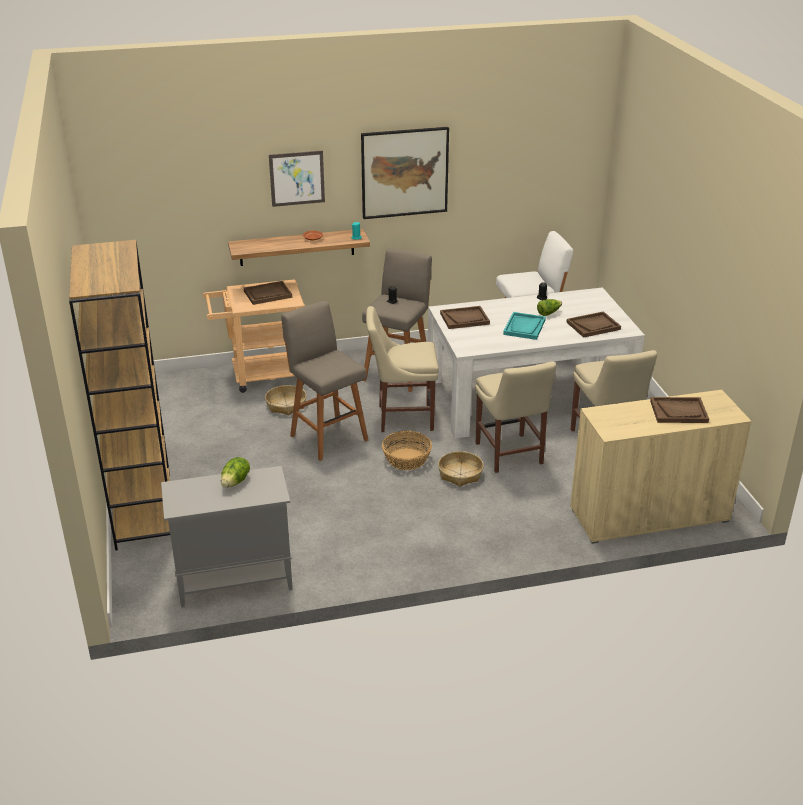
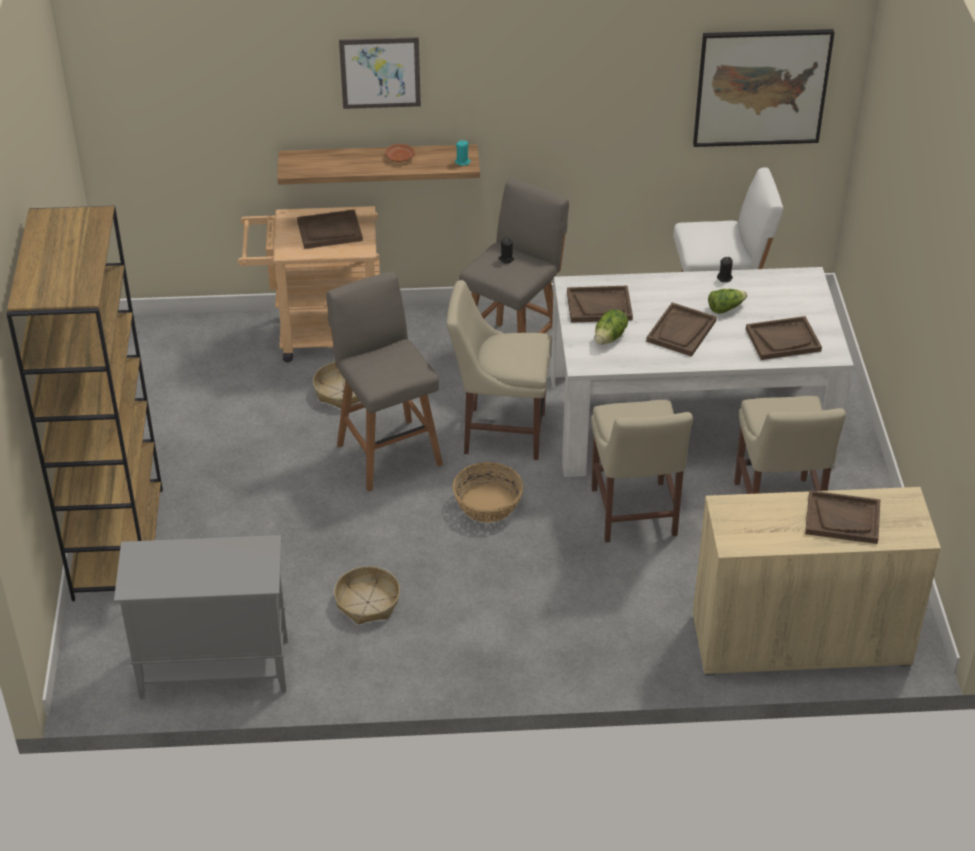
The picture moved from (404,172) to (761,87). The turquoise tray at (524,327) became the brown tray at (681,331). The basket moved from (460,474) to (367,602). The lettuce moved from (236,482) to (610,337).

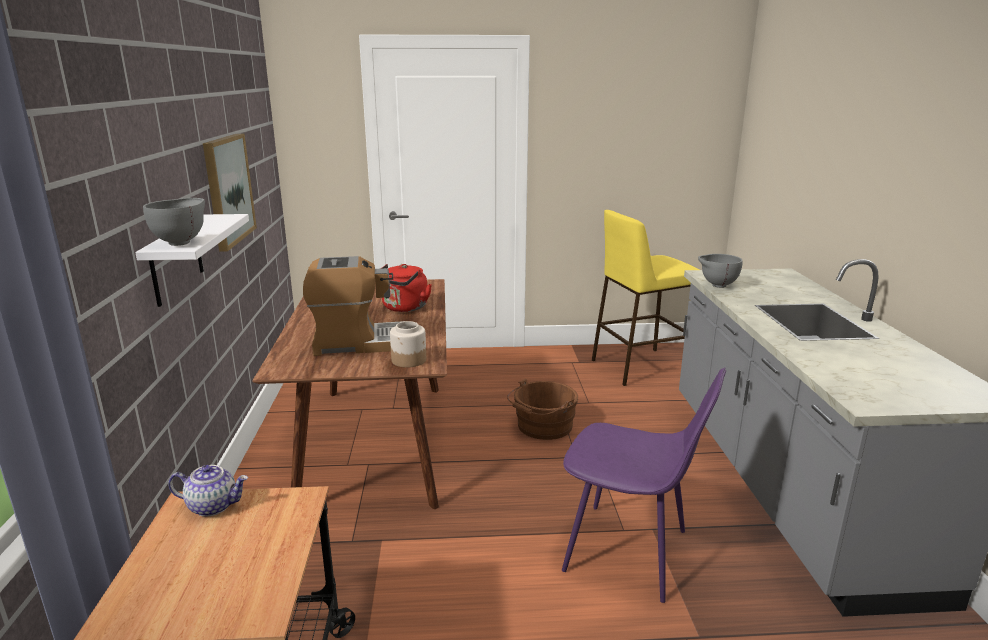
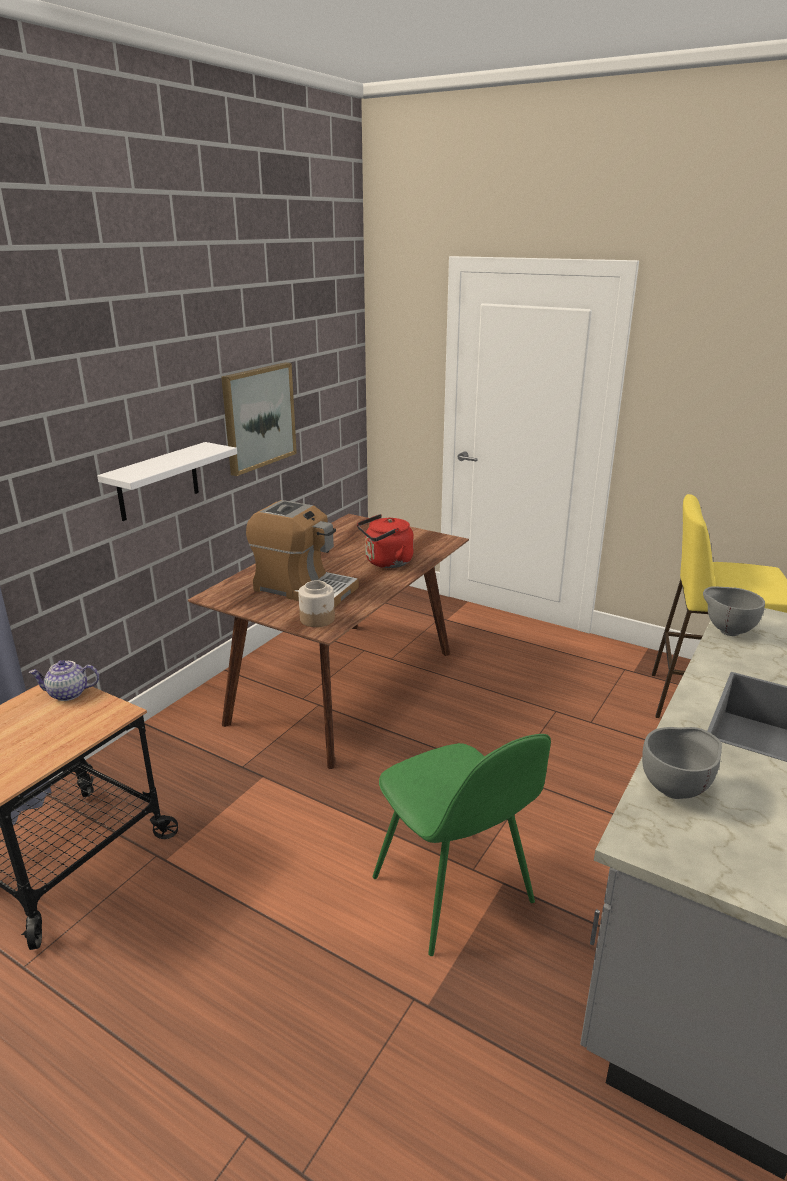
The grey bowl moved from (182,242) to (676,789). The purple chair at (630,552) became the green chair at (454,893). The brown bucket at (542,427) disappeared. The teapot at (213,506) turned 135 degrees clockwise.

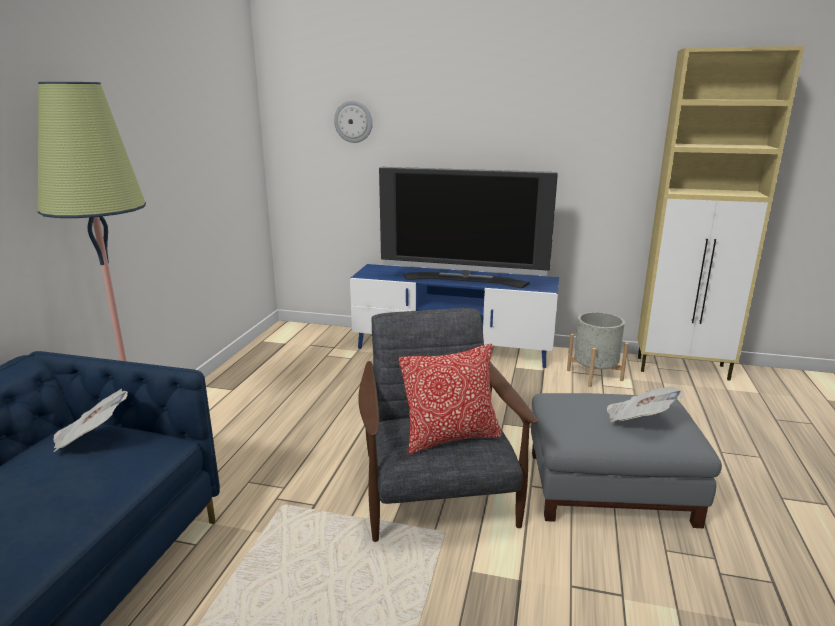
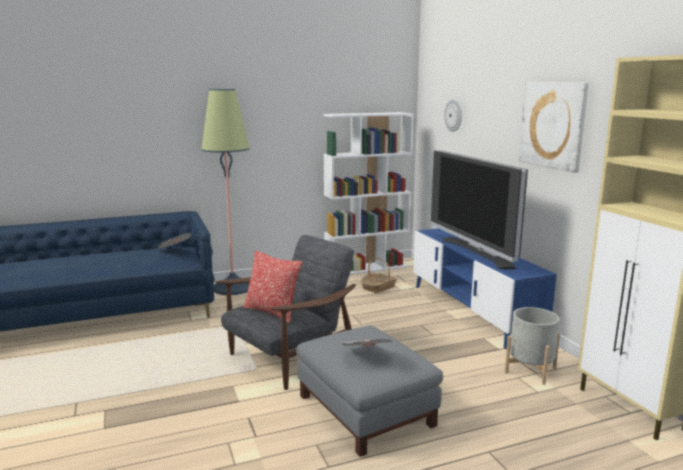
The picture at (553,125) appeared. The white bookcase at (367,268) appeared. The basket at (378,287) appeared.

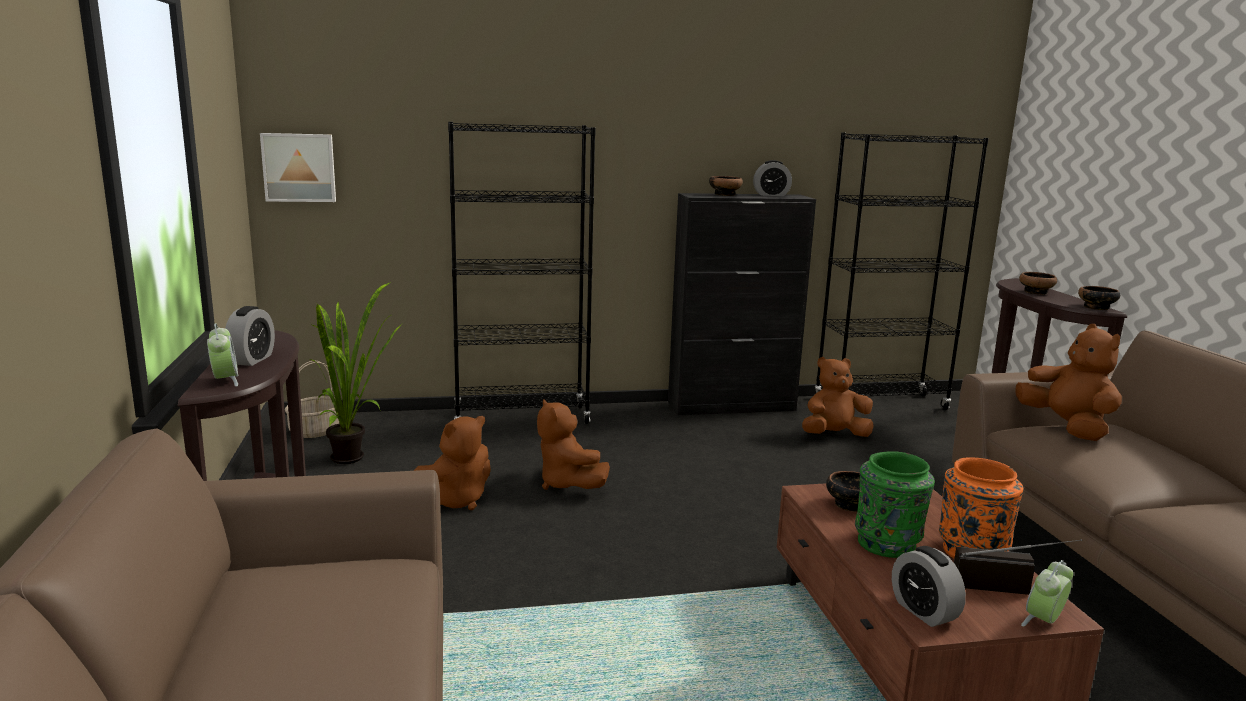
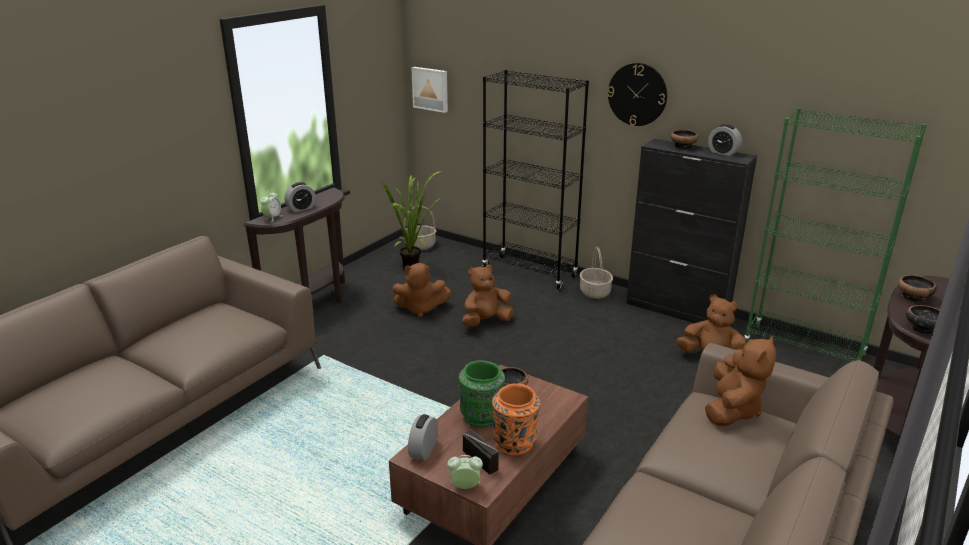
The black bookcase at (880,404) became the green bookcase at (803,351). The brown plush toy at (568,483) turned 45 degrees clockwise. The wall clock at (637,94) appeared. The basket at (595,292) appeared.

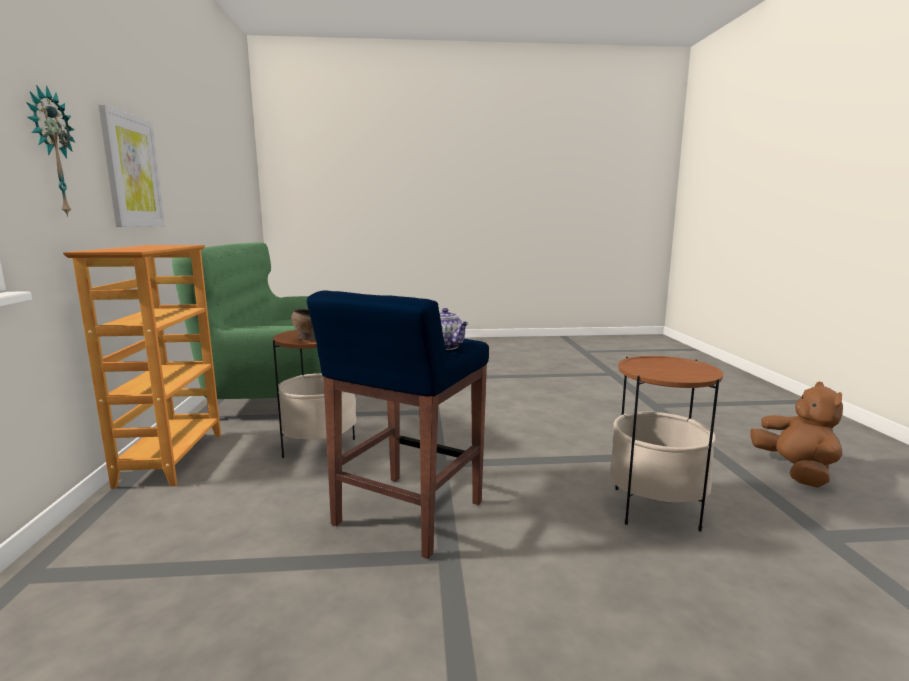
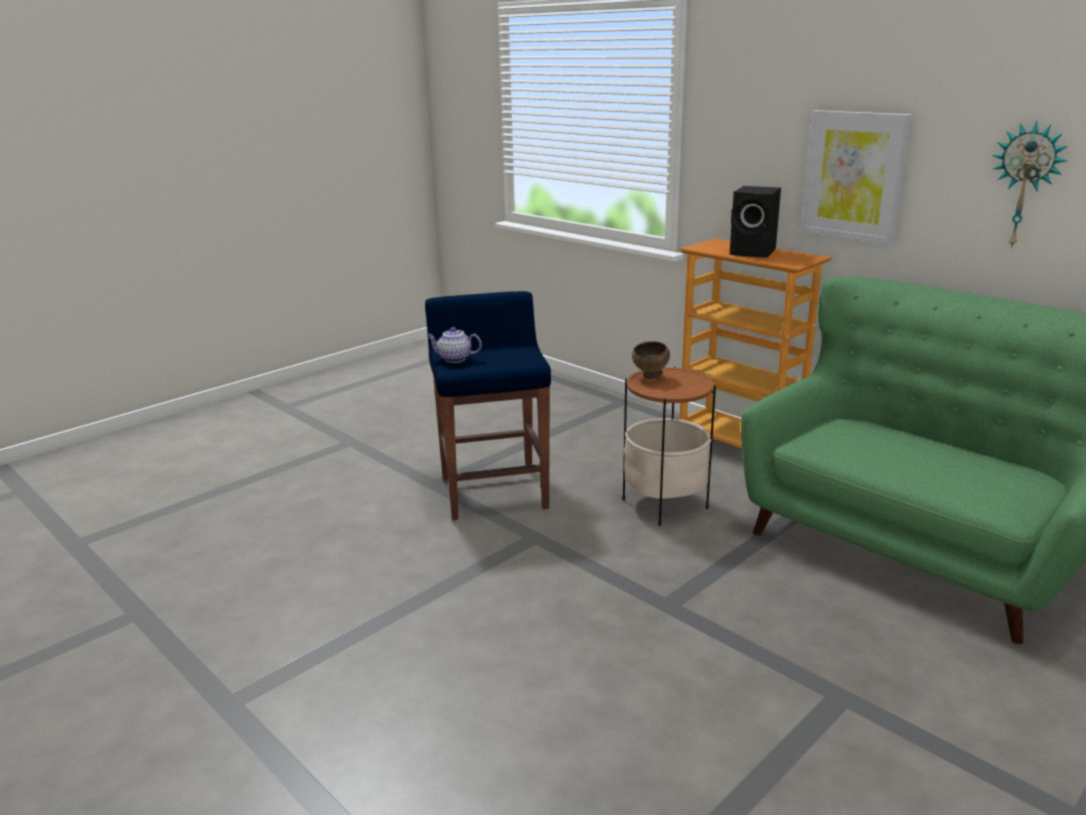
The wall clock moved from (51,153) to (1025,186). The side table at (655,508) disappeared. The brown plush toy at (795,471) disappeared. The black speaker at (754,252) appeared.

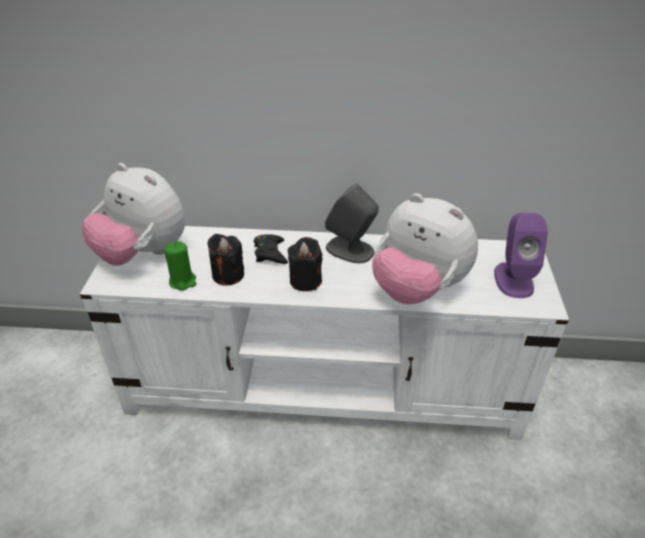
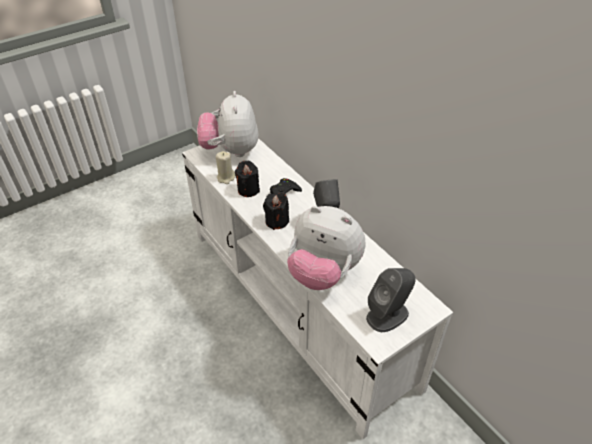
The plush toy at (417,289) turned 60 degrees counterclockwise. The purple speaker at (513,279) became the grey speaker at (388,315). The green candle at (183,281) became the beige candle at (226,178).

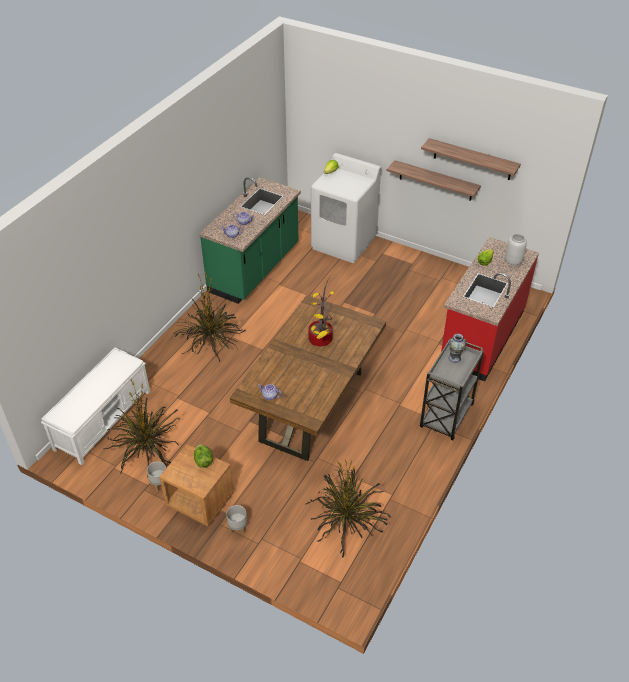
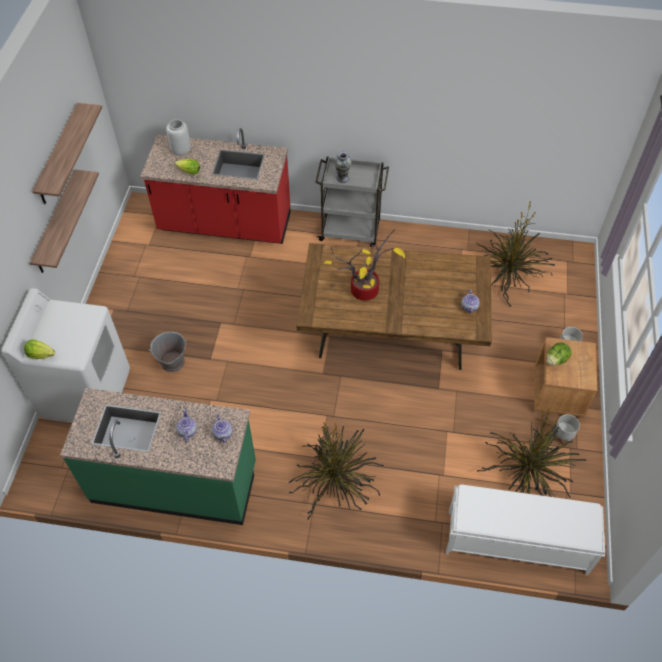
The grey bucket at (172,362) appeared.

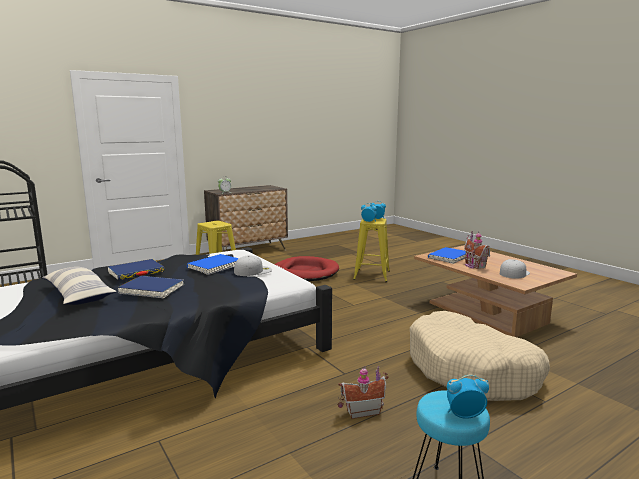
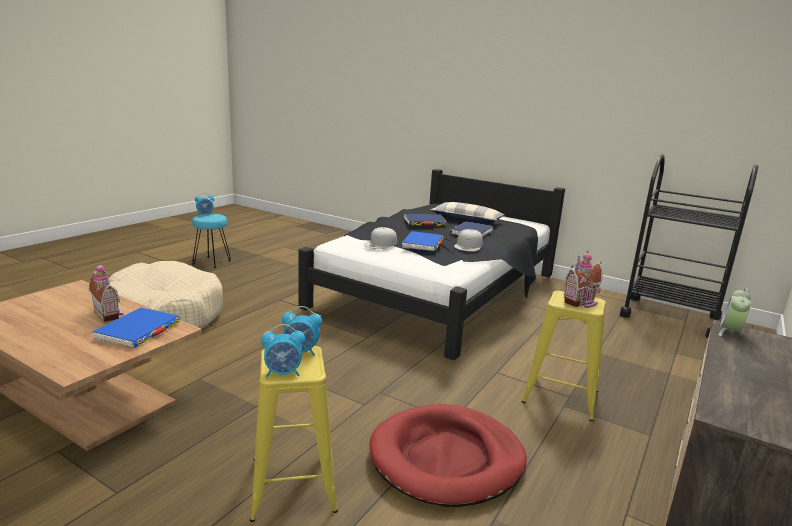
The white cap moved from (514,273) to (468,246). The toy house moved from (361,411) to (582,302).

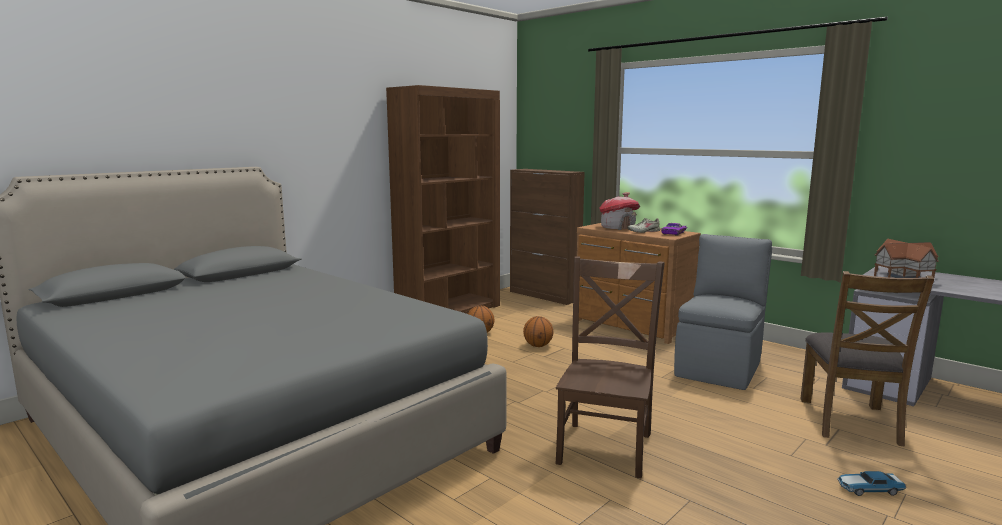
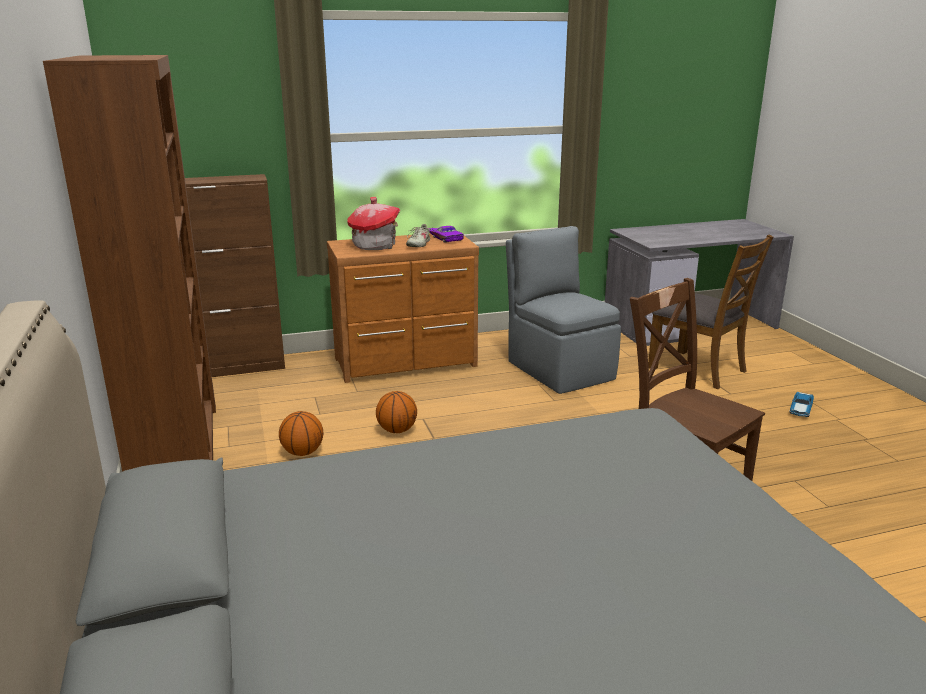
The toy house at (903,276) disappeared.

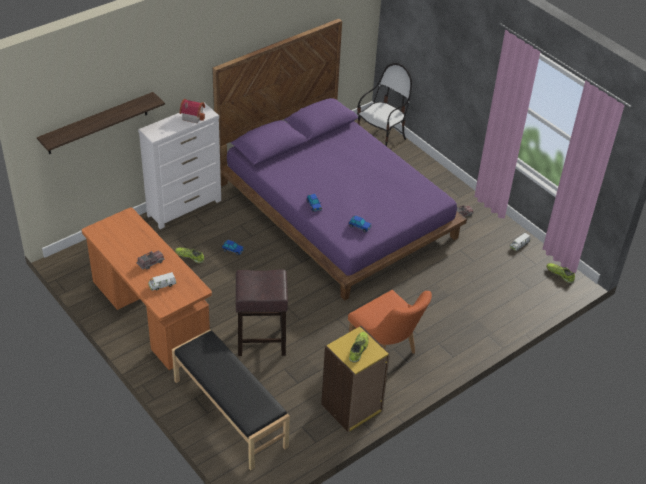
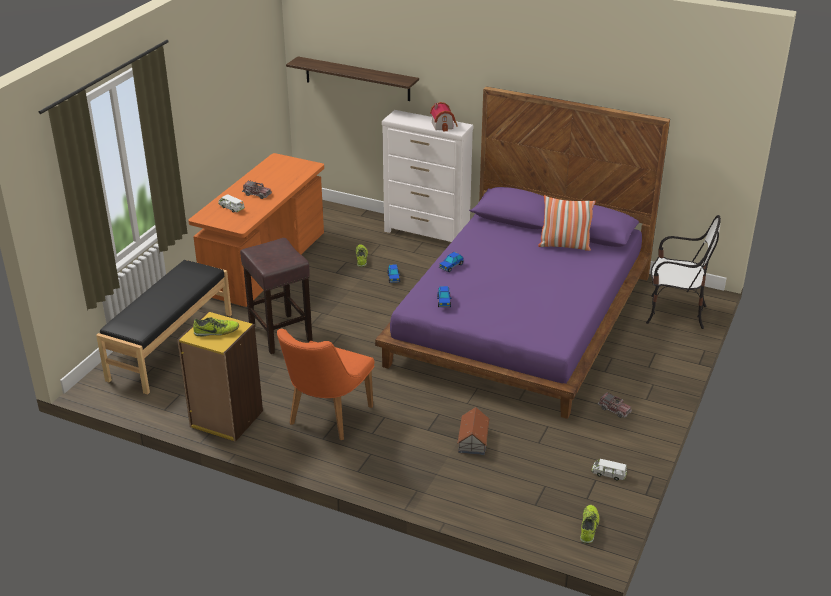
The pillow at (564,246) appeared. The toy house at (472,440) appeared.

